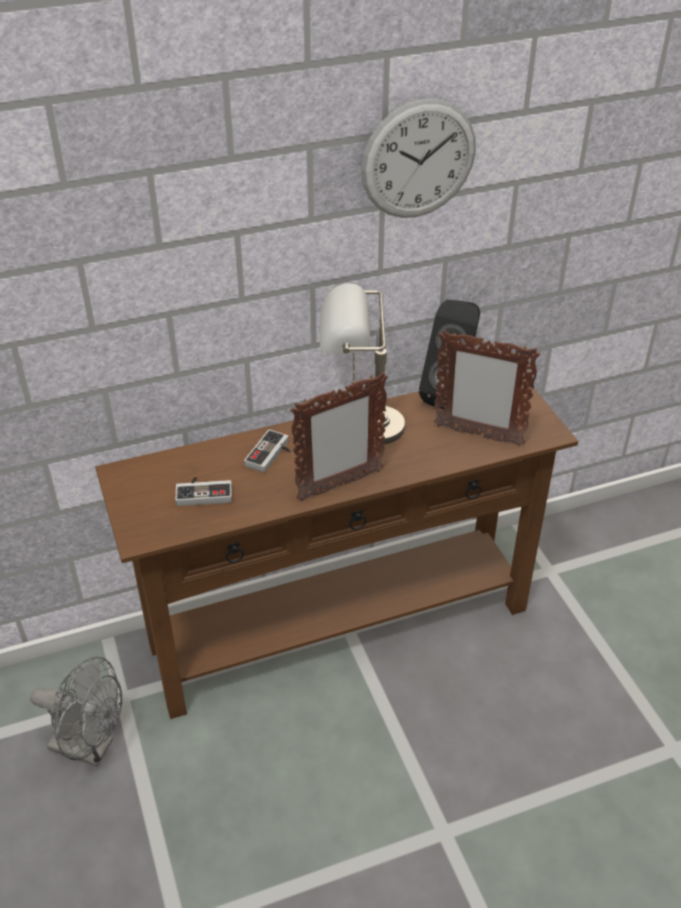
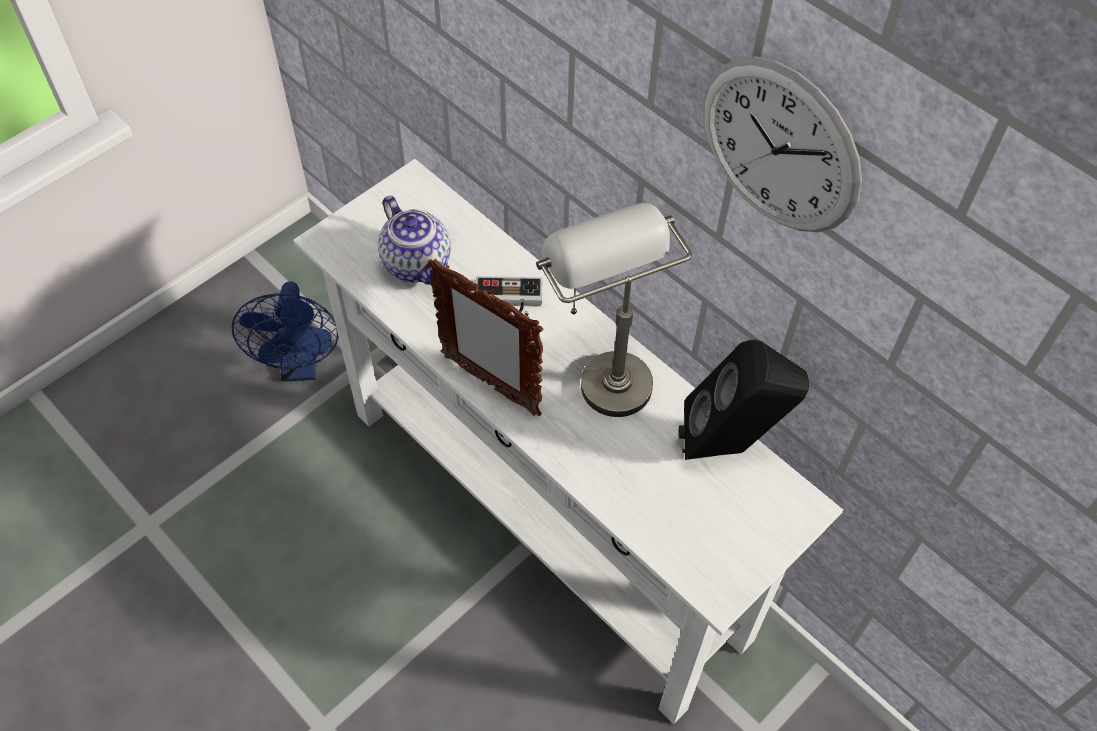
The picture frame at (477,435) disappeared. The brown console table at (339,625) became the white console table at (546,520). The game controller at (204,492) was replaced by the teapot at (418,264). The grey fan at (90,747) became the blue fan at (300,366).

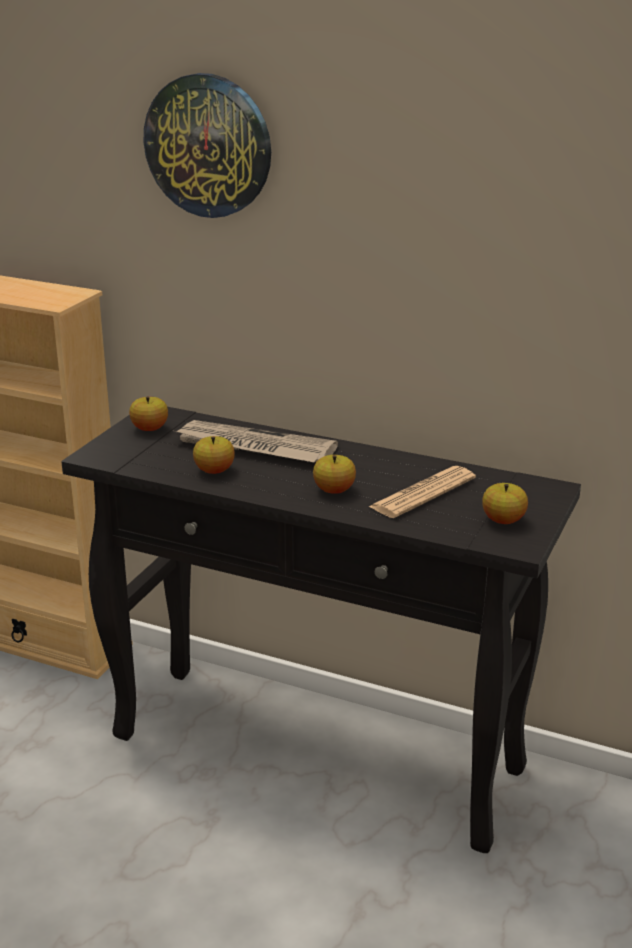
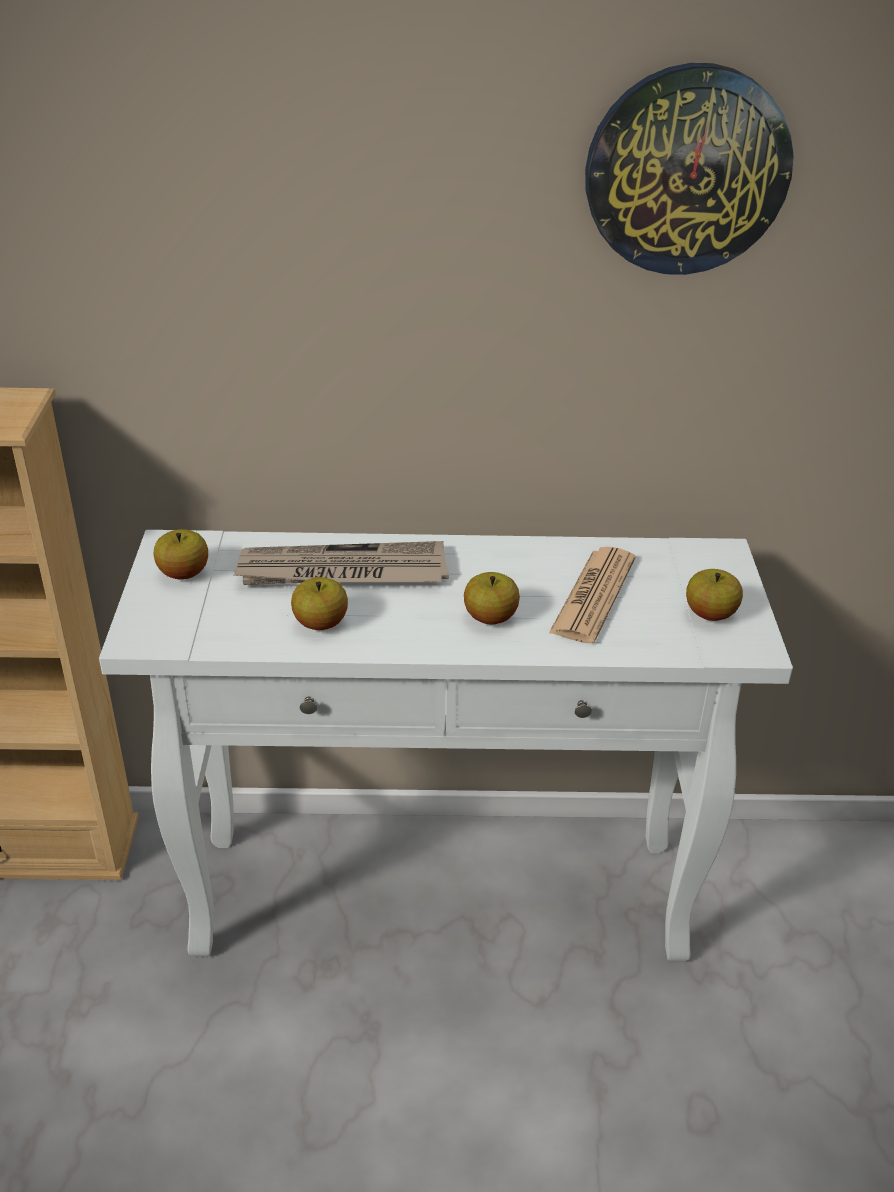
The wall clock moved from (208,146) to (686,171). The black console table at (319,753) became the white console table at (444,895).

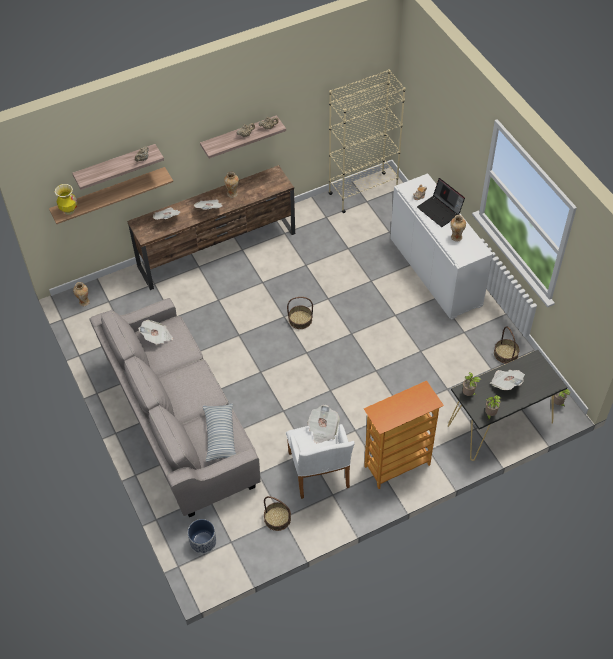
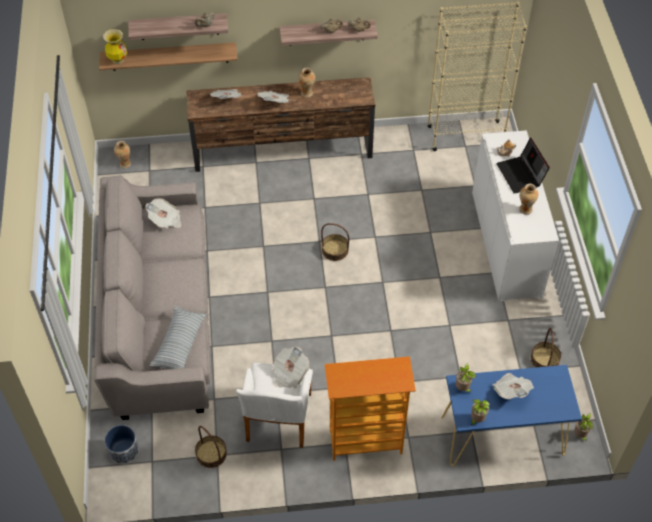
The black console table at (499,424) became the blue console table at (501,435).

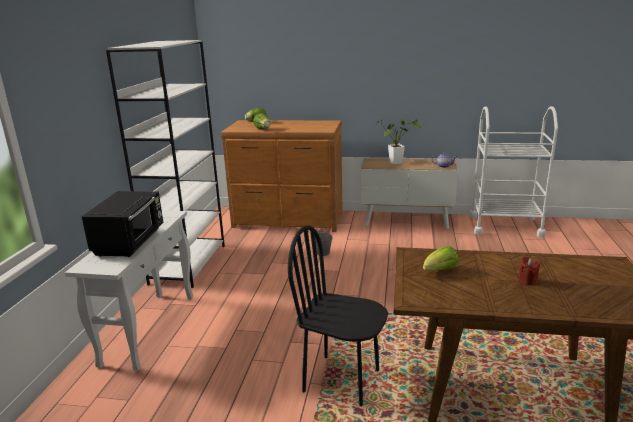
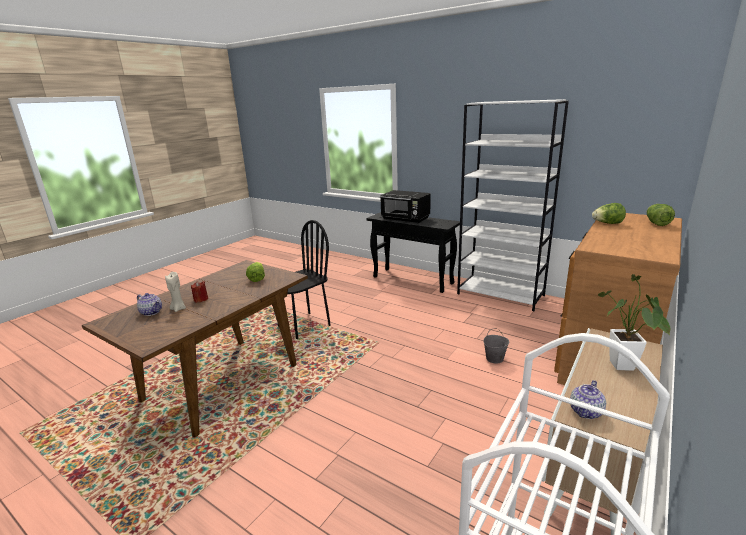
The white console table at (149,328) became the black console table at (413,280). The beige candle at (178,309) appeared. The teapot at (151,312) appeared.

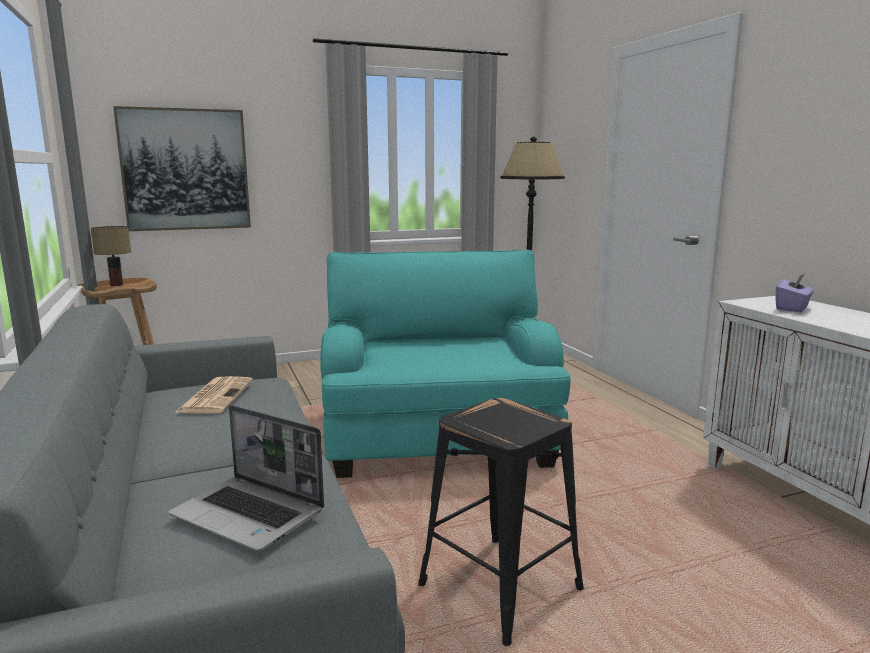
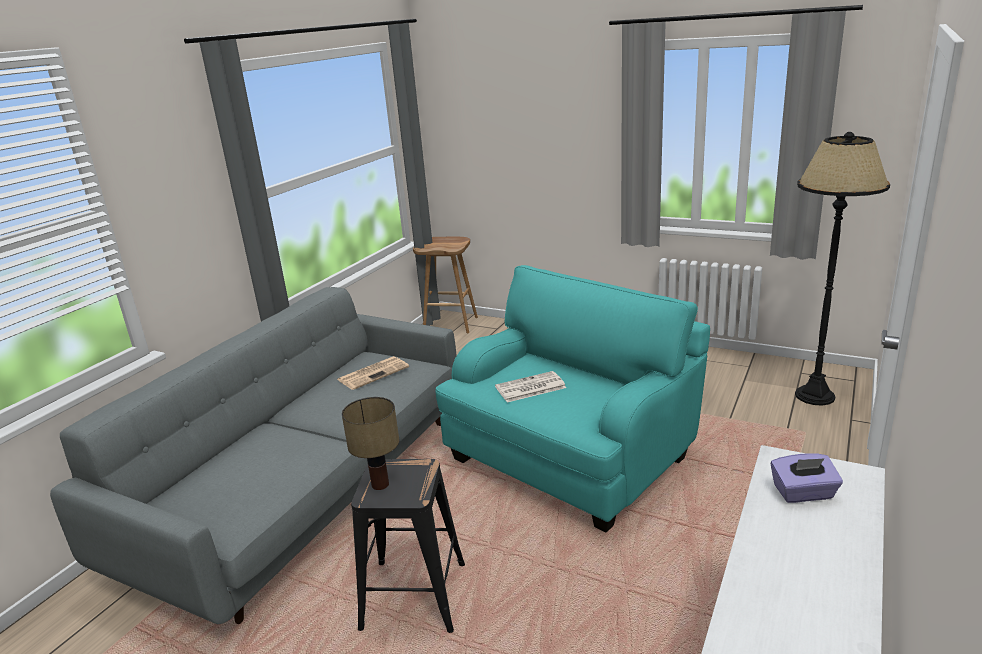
The picture at (185,170) disappeared. The table lamp moved from (117,284) to (381,484). The laptop at (250,514) disappeared. The newspaper at (529,388) appeared.

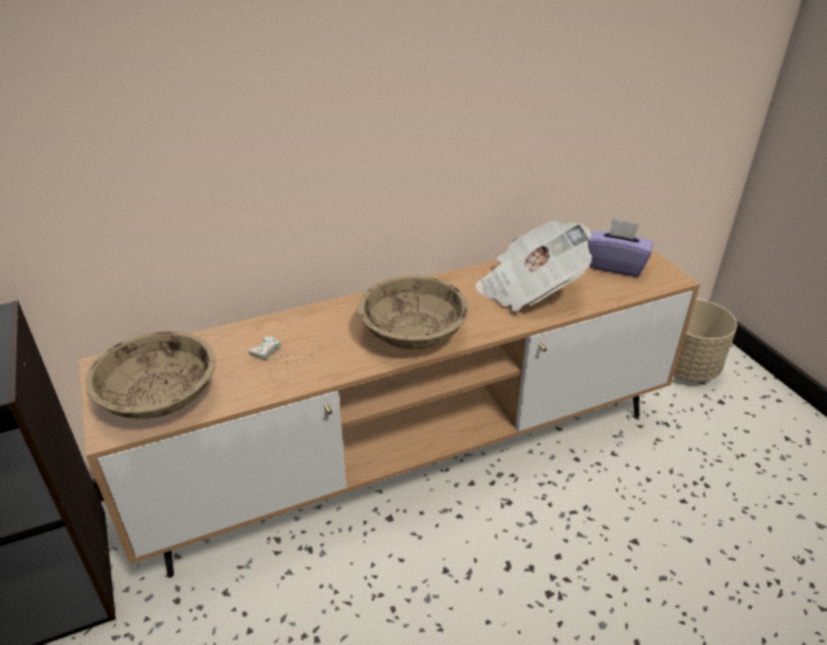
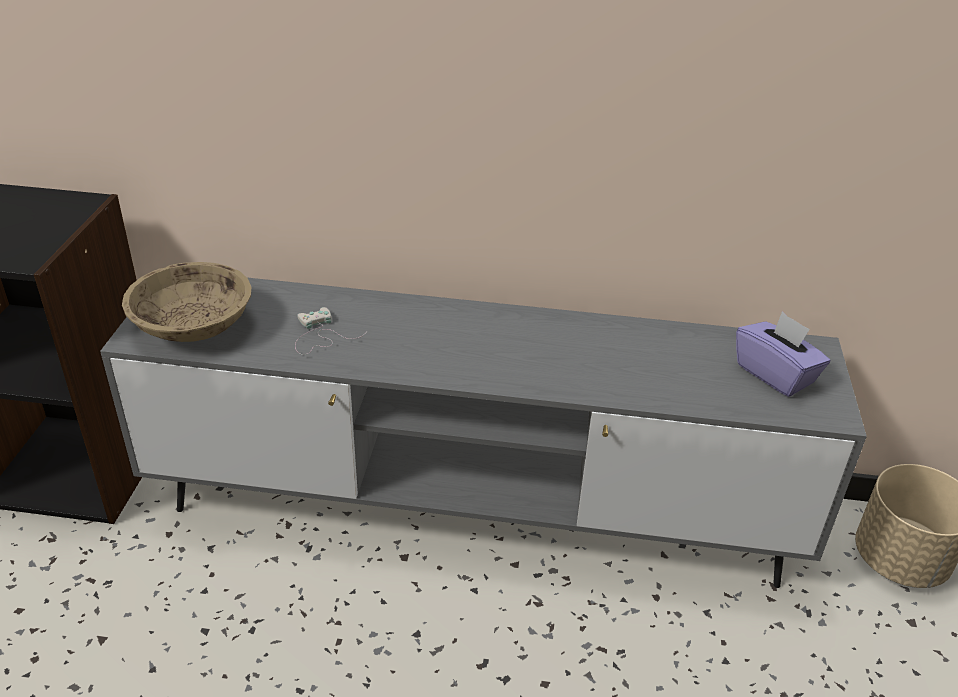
The newspaper at (530,289) disappeared. The brown tv stand at (412,459) became the grey tv stand at (473,511). The beige bowl at (413,333) disappeared.

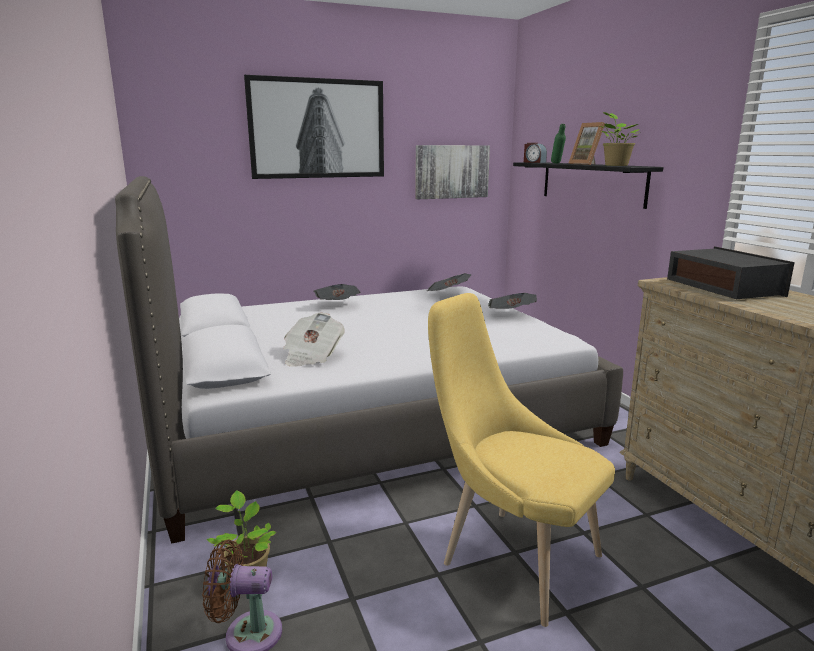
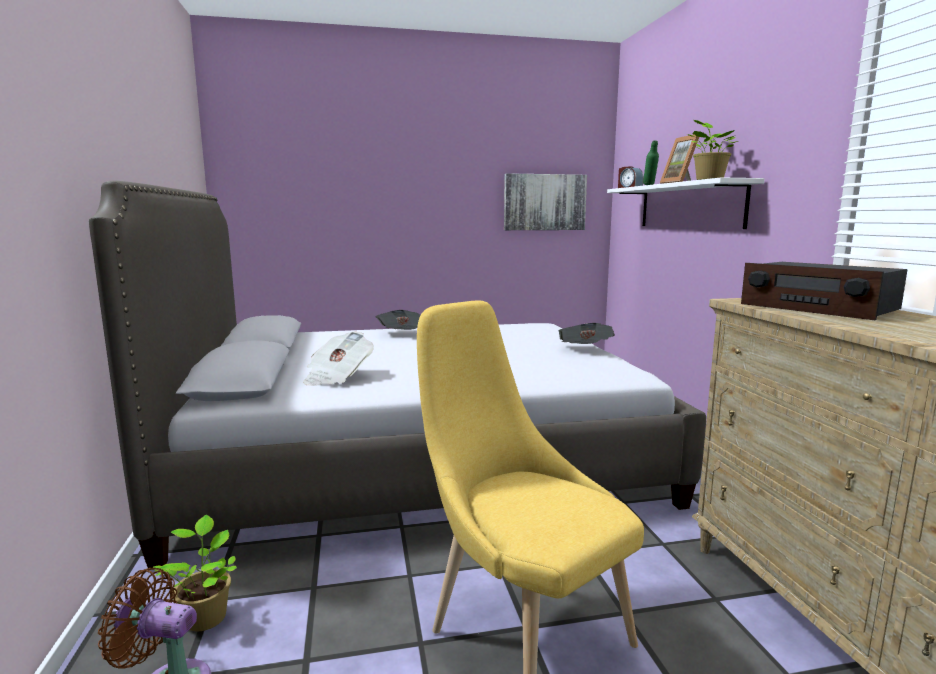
The picture at (317,129) disappeared. The black shelf at (591,183) became the white shelf at (689,206). The radio at (724,288) turned 150 degrees clockwise. The newspaper at (448,294) disappeared.

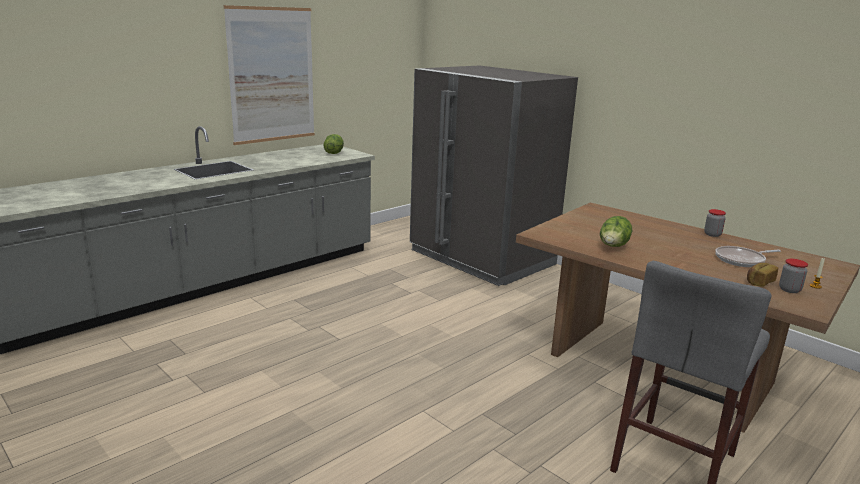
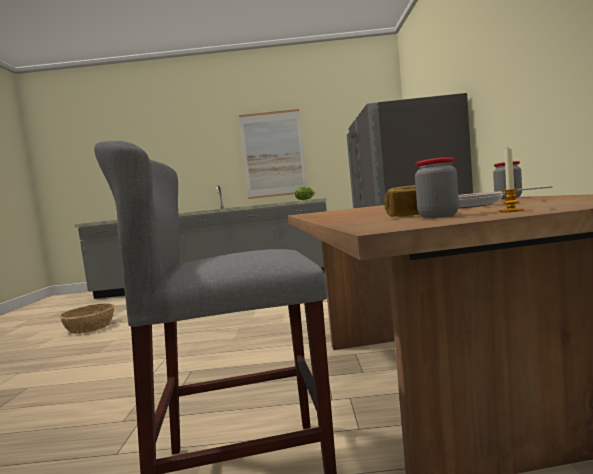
The lettuce at (613,247) disappeared. The basket at (90,327) appeared.

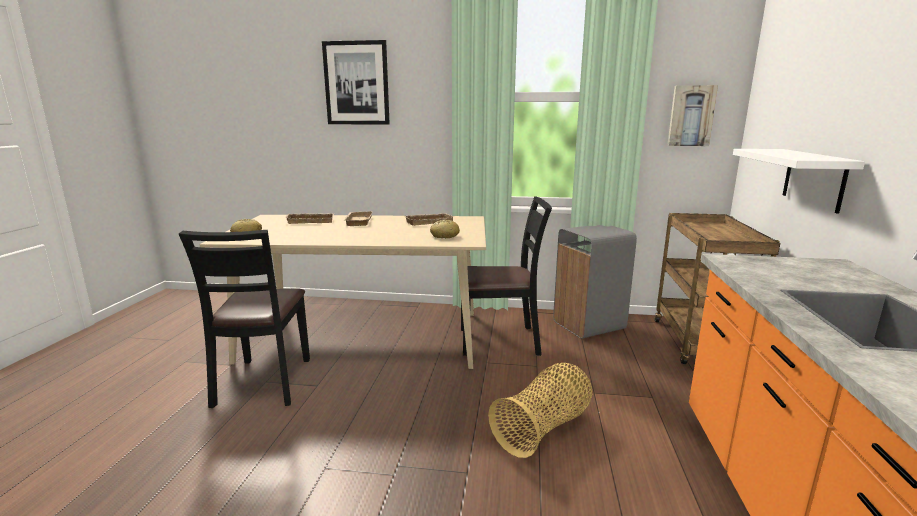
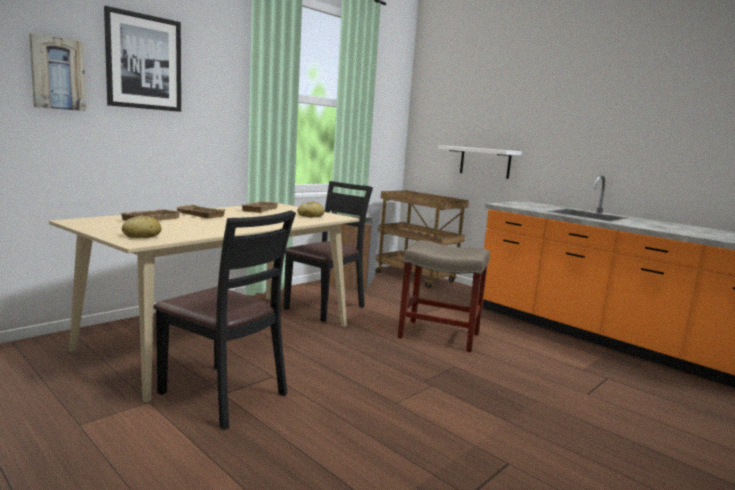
The picture moved from (691,116) to (57,74). The basket at (543,428) was replaced by the beige stool at (440,335).

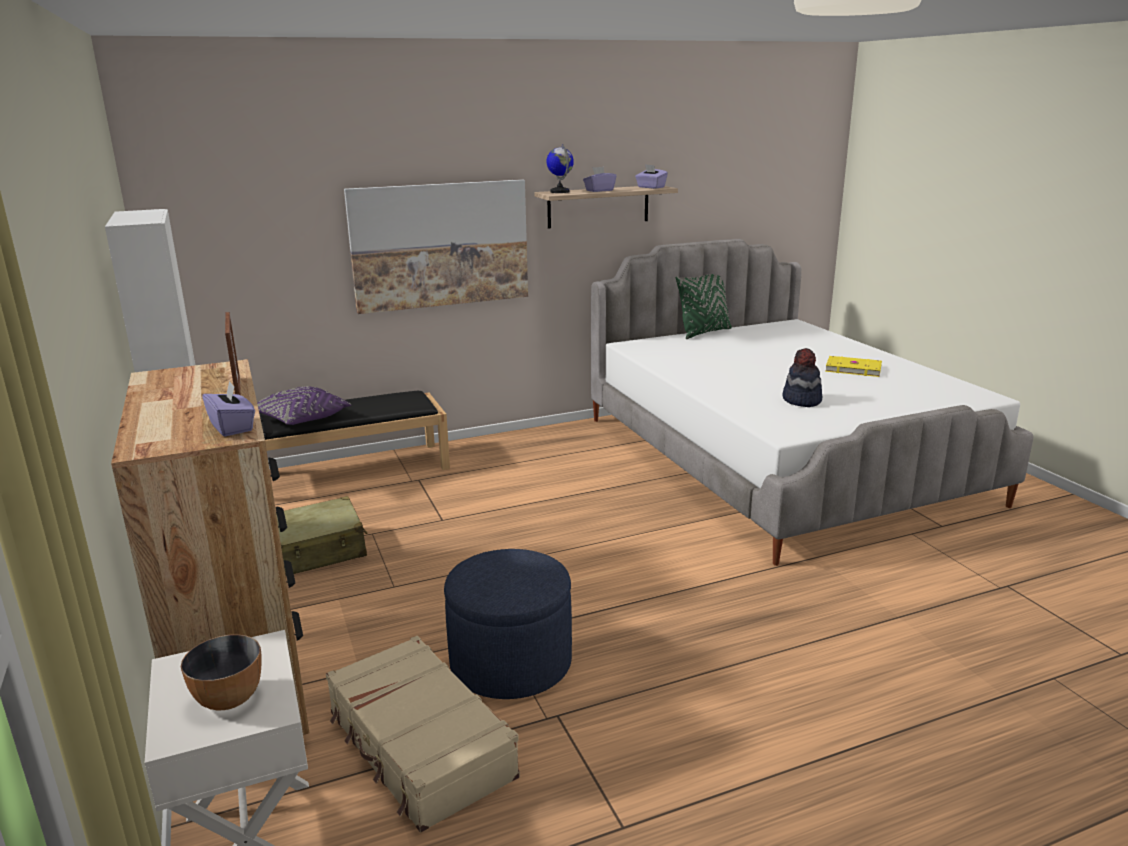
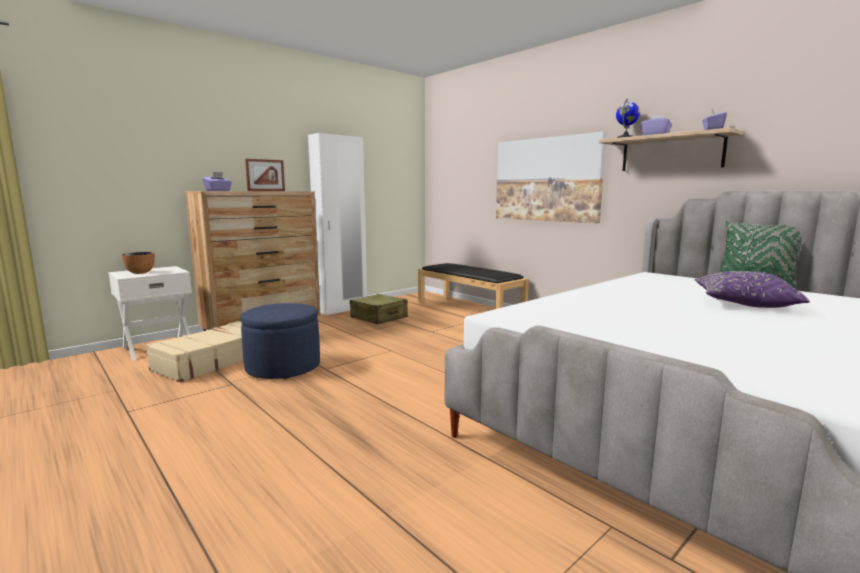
The hat at (801,400) disappeared. The yellow book at (853,368) disappeared. The purple pillow moved from (301,419) to (743,304).

